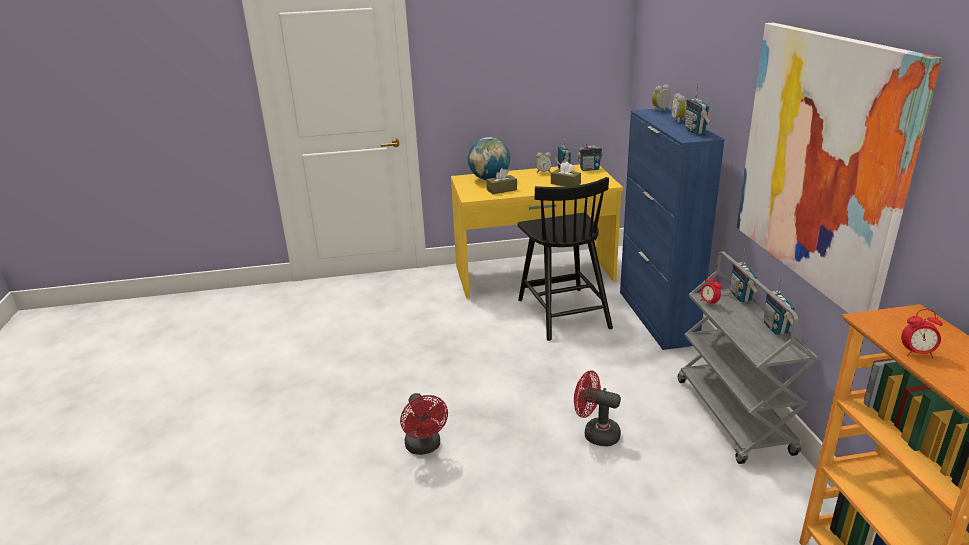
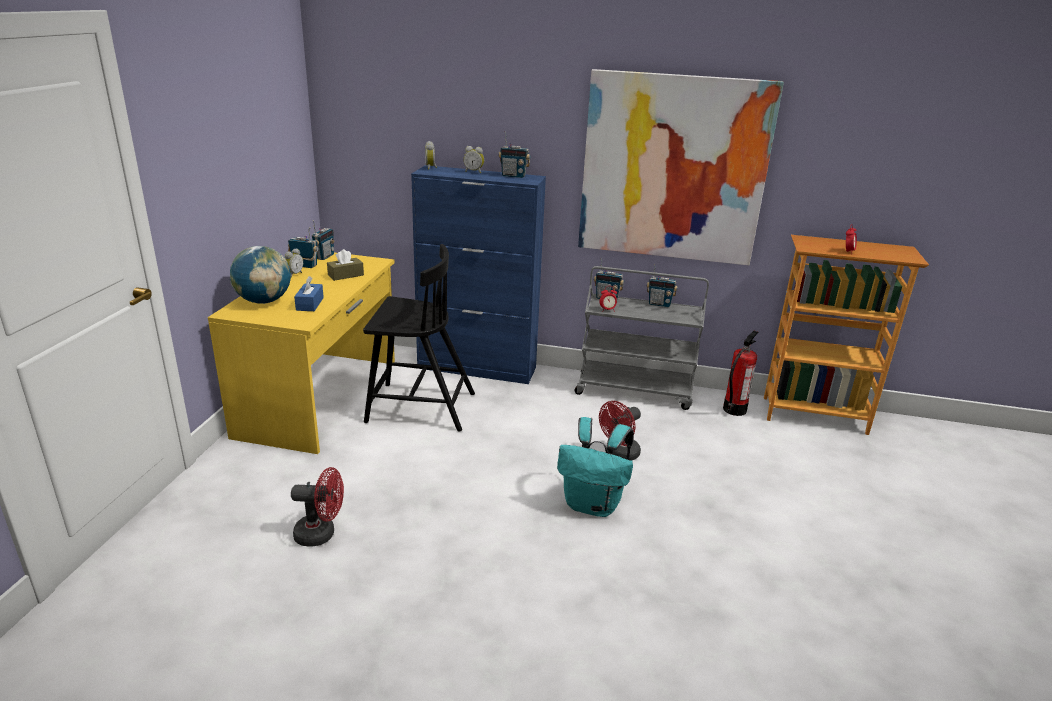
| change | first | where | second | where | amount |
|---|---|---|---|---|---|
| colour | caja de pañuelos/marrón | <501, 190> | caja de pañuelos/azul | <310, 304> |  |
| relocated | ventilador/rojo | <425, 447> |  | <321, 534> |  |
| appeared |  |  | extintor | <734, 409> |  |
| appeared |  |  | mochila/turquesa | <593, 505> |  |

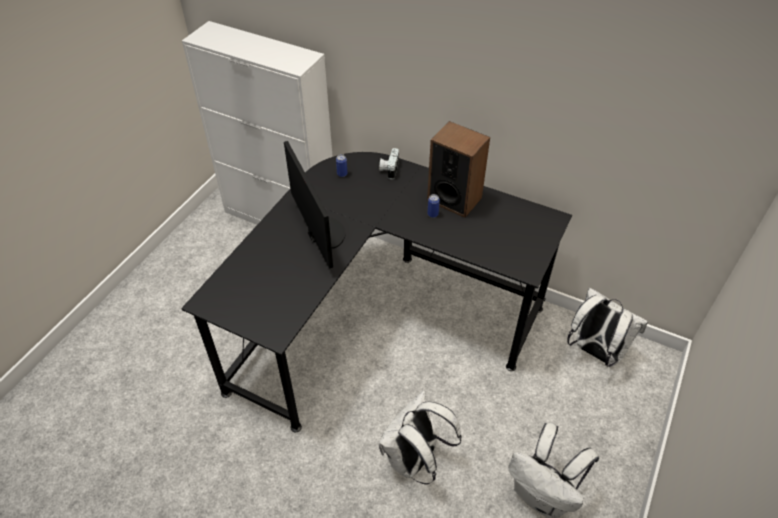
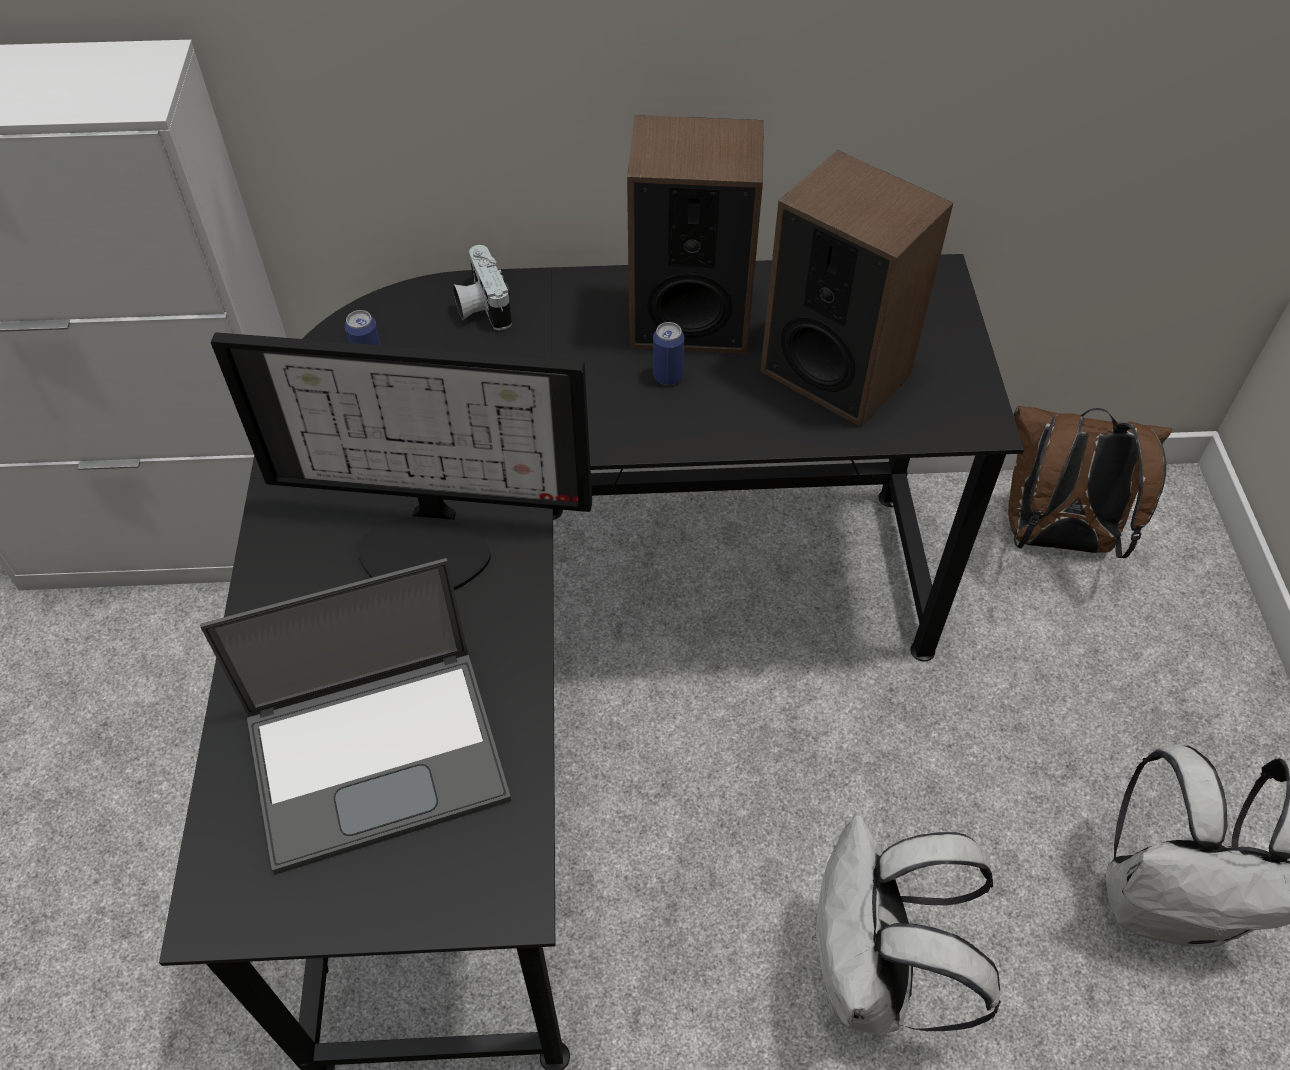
| change | first | where | second | where | amount |
|---|---|---|---|---|---|
| spun | monitor | <322, 233> |  | <429, 543> | 150 degrees clockwise |
| colour | mochila/blanco | <595, 351> | mochila/marrón | <1053, 537> |  |
| appeared |  |  | altavoz | <835, 371> |  |
| appeared |  |  | portátil | <380, 754> |  |

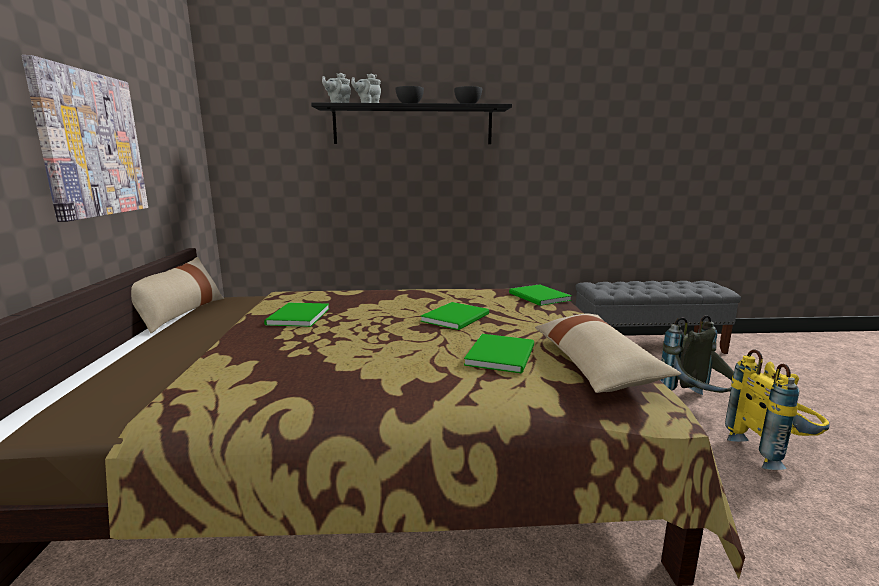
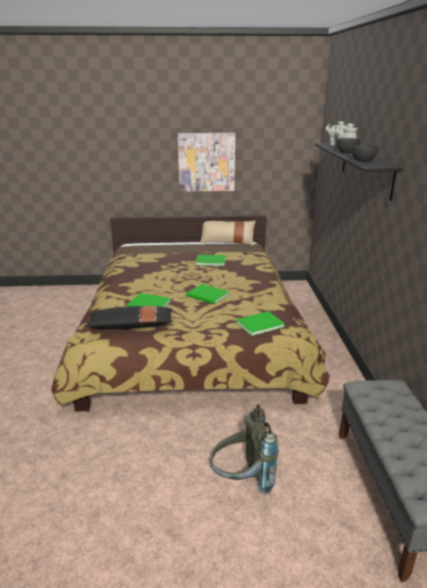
| change | first | where | second | where | amount |
|---|---|---|---|---|---|
| colour | cojín/beis | <594, 365> | cojín/negro | <131, 326> |  |
| missing | mochila/amarillo | <772, 452> |  |  |  |

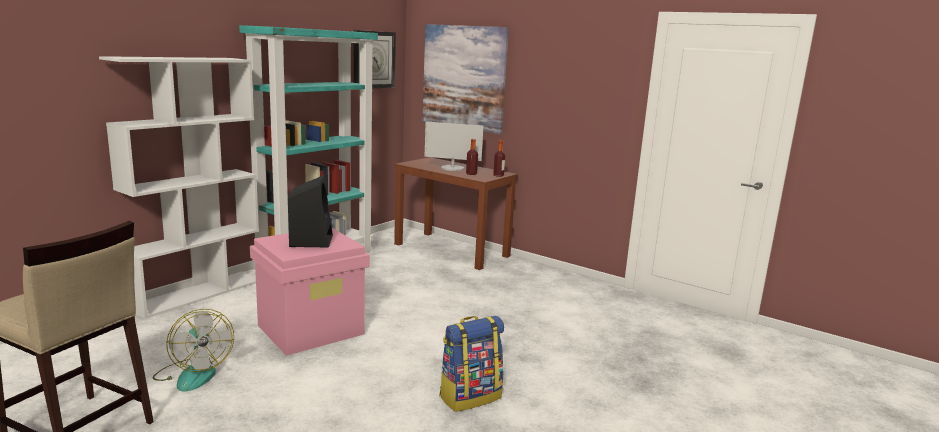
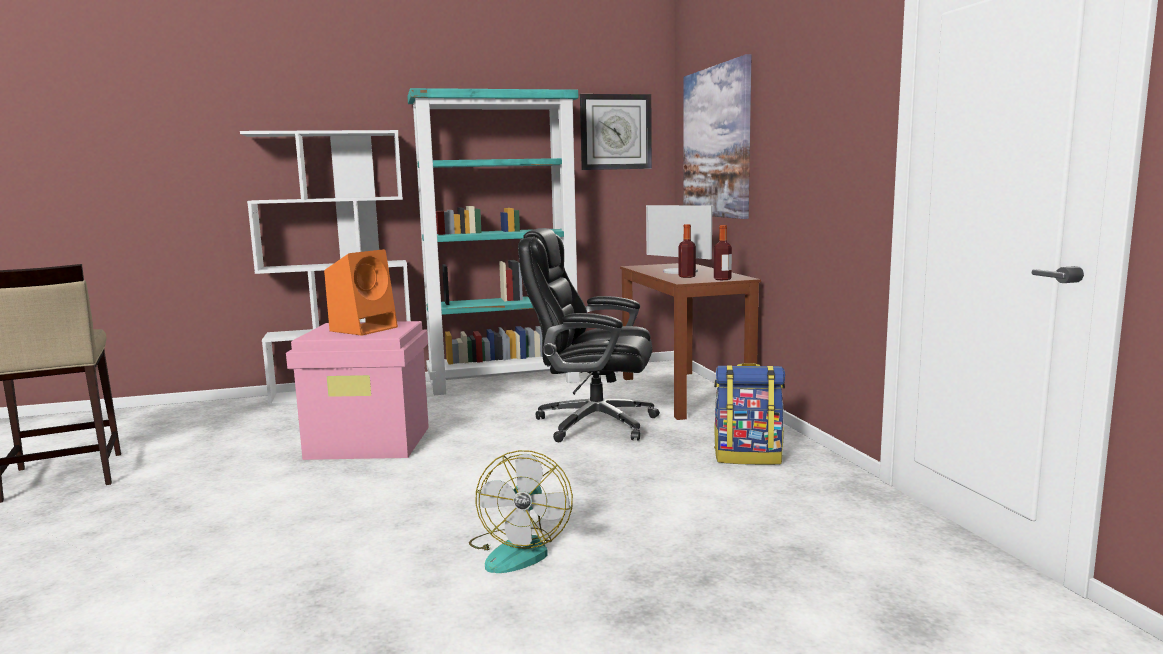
| change | first | where | second | where | amount |
|---|---|---|---|---|---|
| colour | altavoz/negro | <311, 240> | altavoz/naranja | <364, 329> |  |
| relocated | ventilador | <193, 373> |  | <519, 550> |  |
| relocated | mochila | <470, 396> |  | <748, 457> |  |
| appeared |  |  | silla de oficina/negro | <592, 423> |  |

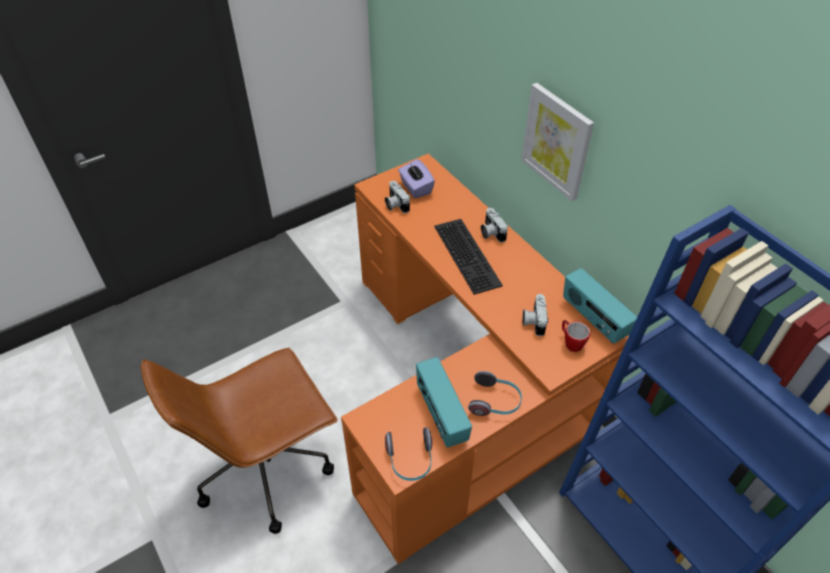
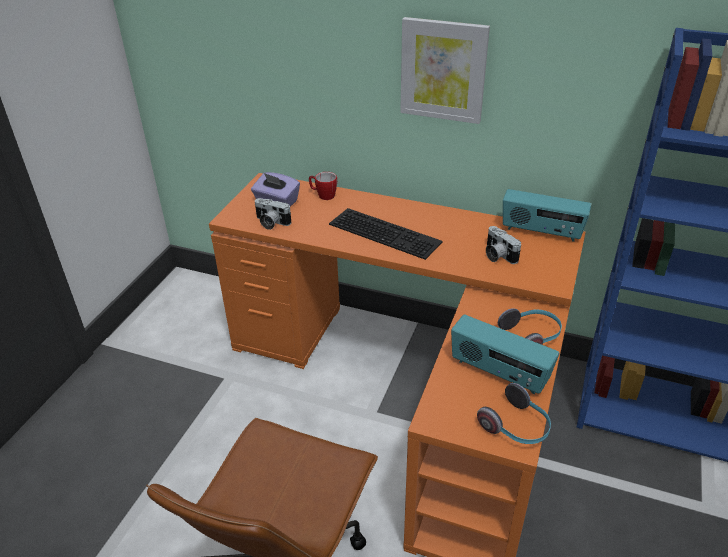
| change | first | where | second | where | amount |
|---|---|---|---|---|---|
| missing | cámara | <491, 232> |  |  |  |
| relocated | taza grande | <571, 342> |  | <323, 195> |  |

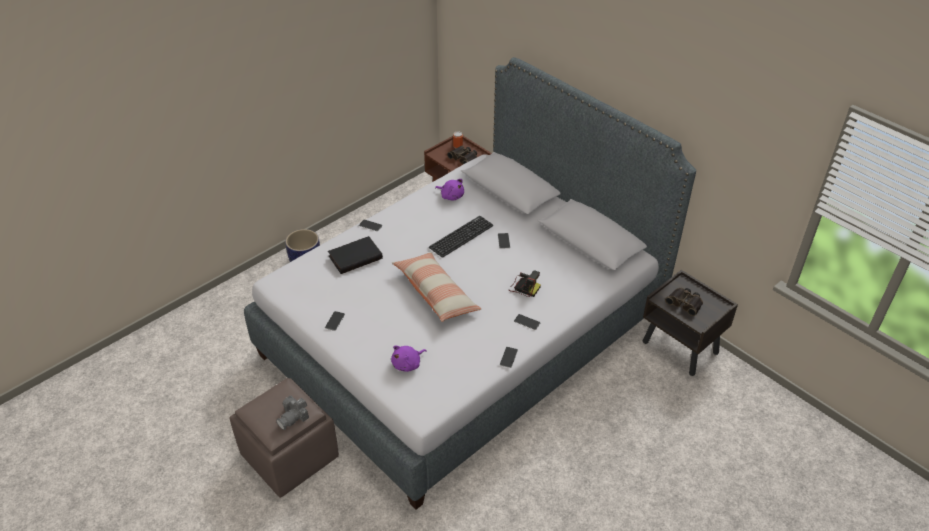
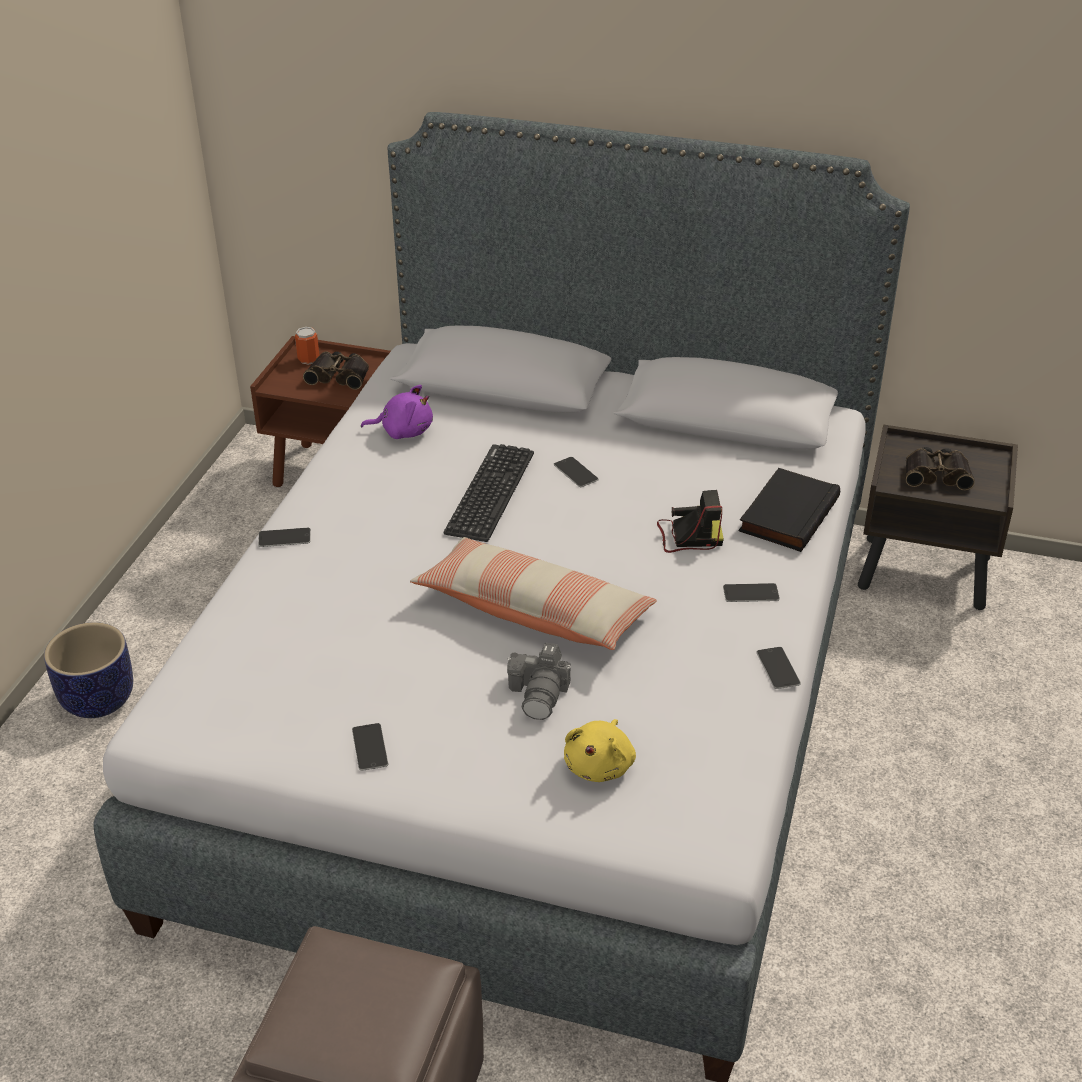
| change | first | where | second | where | amount |
|---|---|---|---|---|---|
| relocated | libro/negro | <355, 256> |  | <787, 514> |  |
| colour | peluche/morado | <408, 364> | peluche/amarillo | <600, 765> |  |
| relocated | cámara | <293, 417> |  | <540, 693> |  |

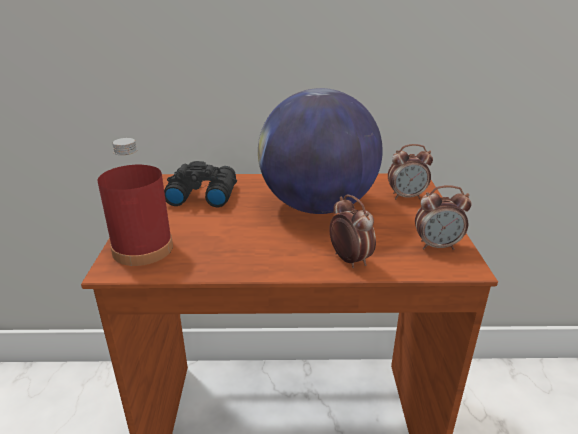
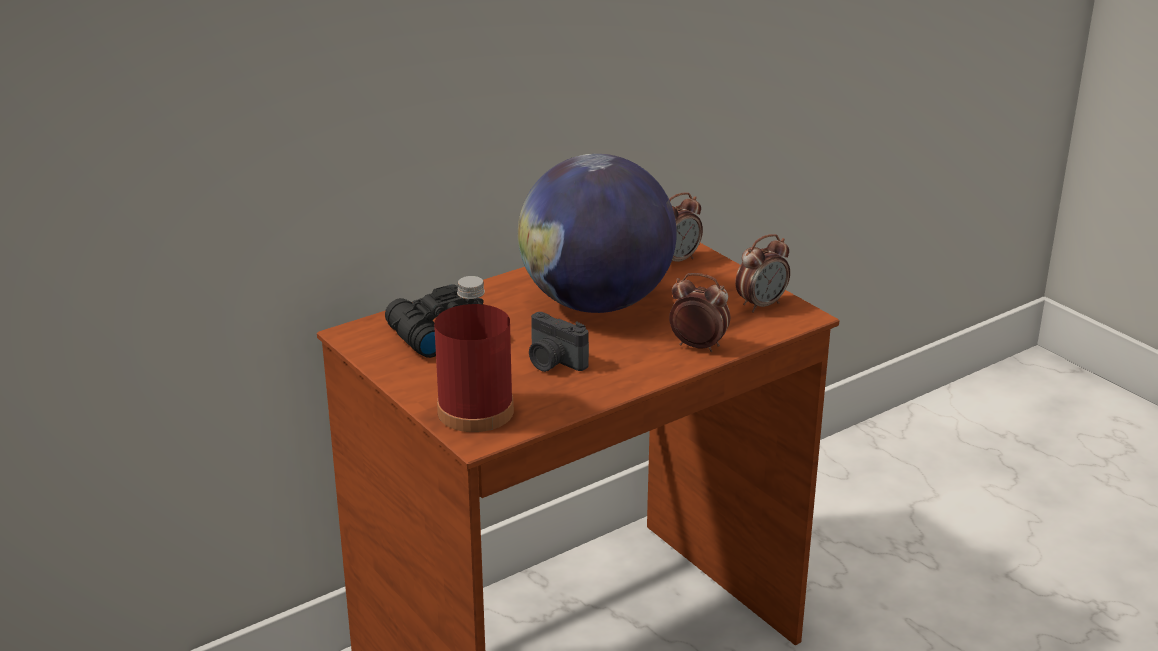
| change | first | where | second | where | amount |
|---|---|---|---|---|---|
| appeared |  |  | cámara | <553, 362> |  |

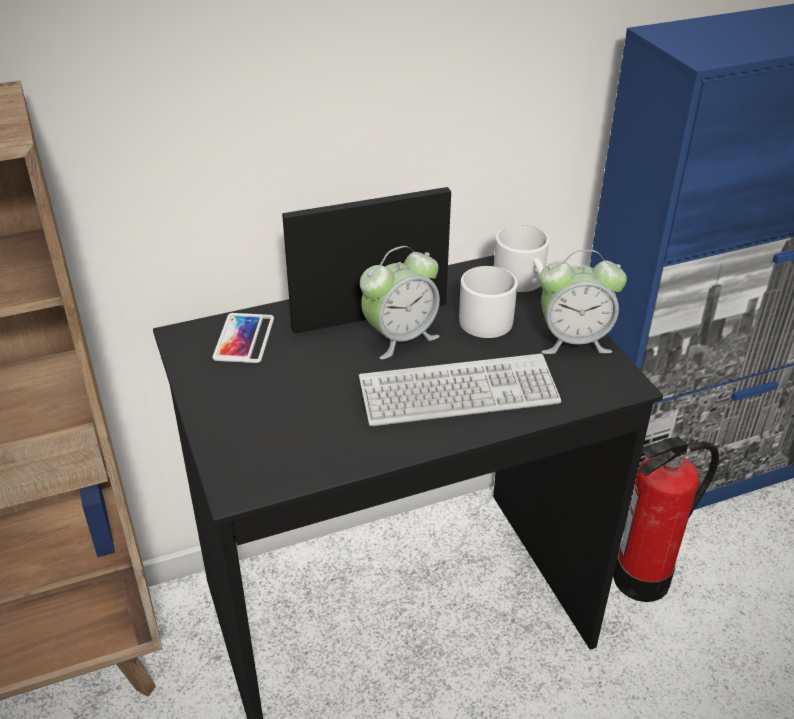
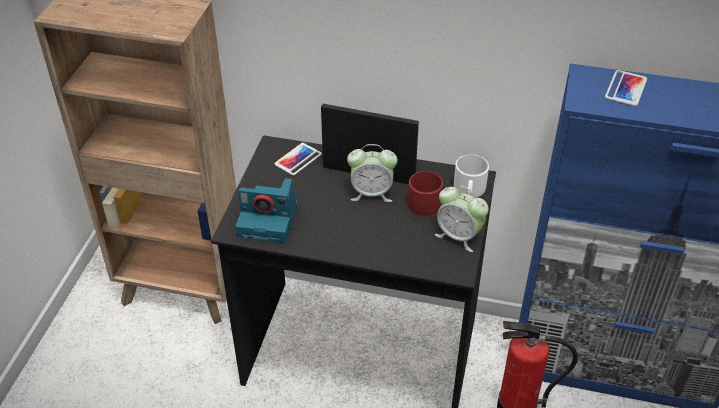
| change | first | where | second | where | amount |
|---|---|---|---|---|---|
| colour | taza grande/blanco | <483, 317> | taza grande/rojo | <425, 201> |  |
| missing | teclado | <458, 393> |  |  |  |
| appeared |  |  | móvil | <626, 88> |  |
| appeared |  |  | cámara | <269, 220> |  |

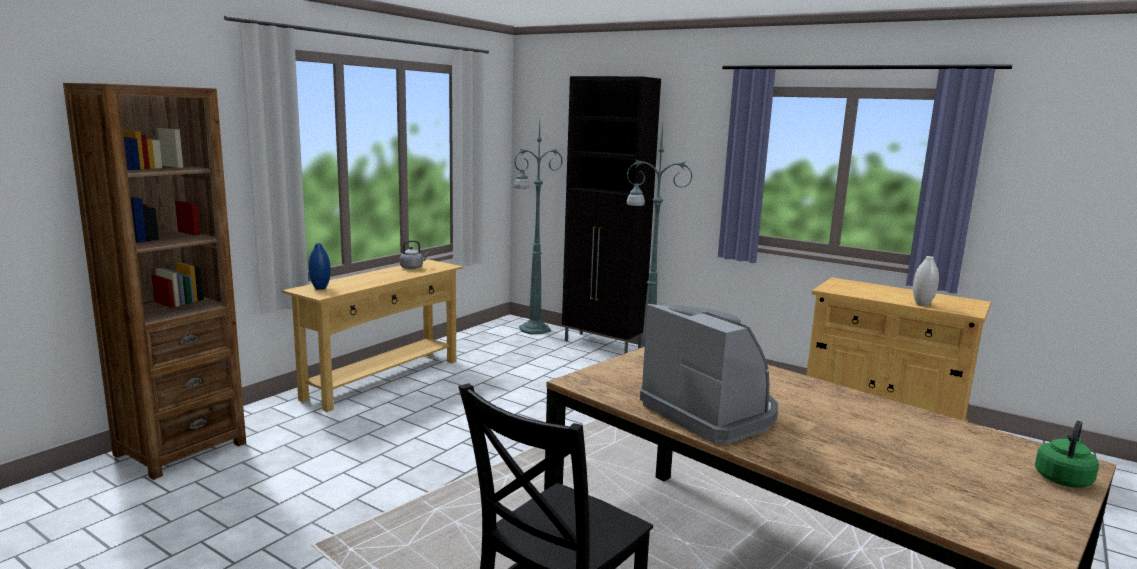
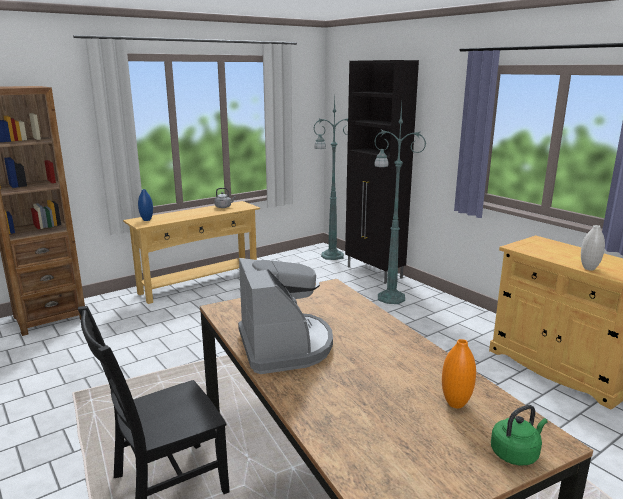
| change | first | where | second | where | amount |
|---|---|---|---|---|---|
| appeared |  |  | florero/naranja | <455, 404> |  |

